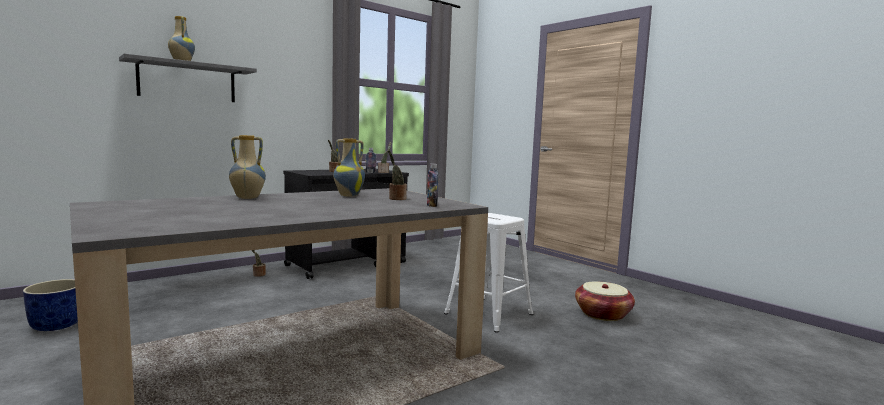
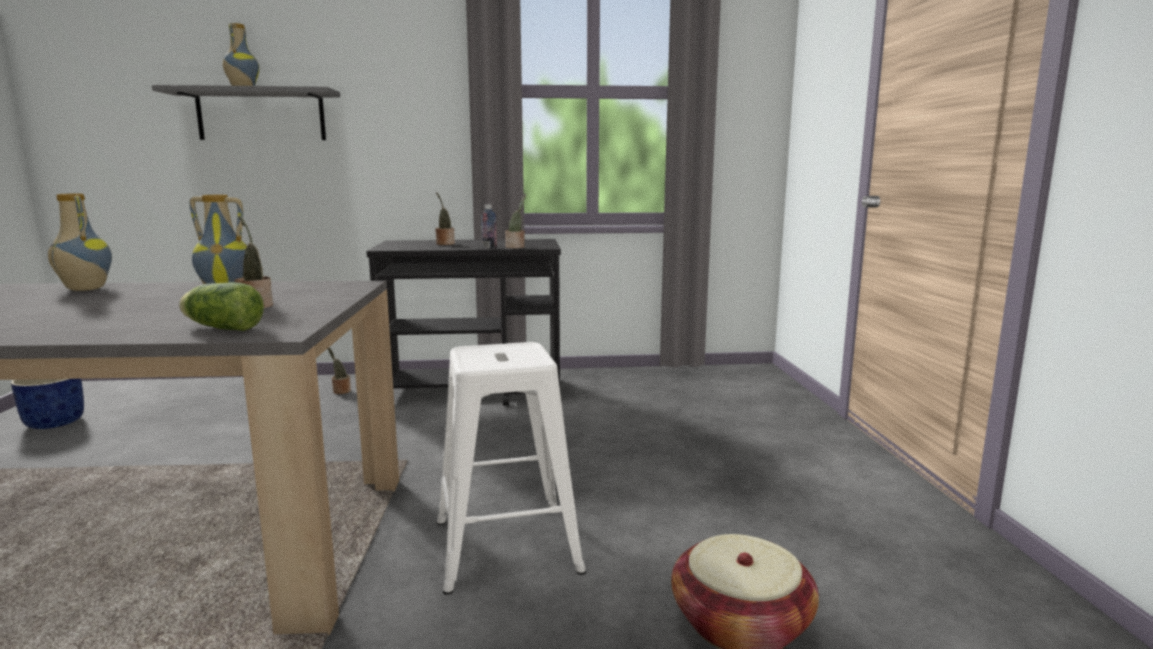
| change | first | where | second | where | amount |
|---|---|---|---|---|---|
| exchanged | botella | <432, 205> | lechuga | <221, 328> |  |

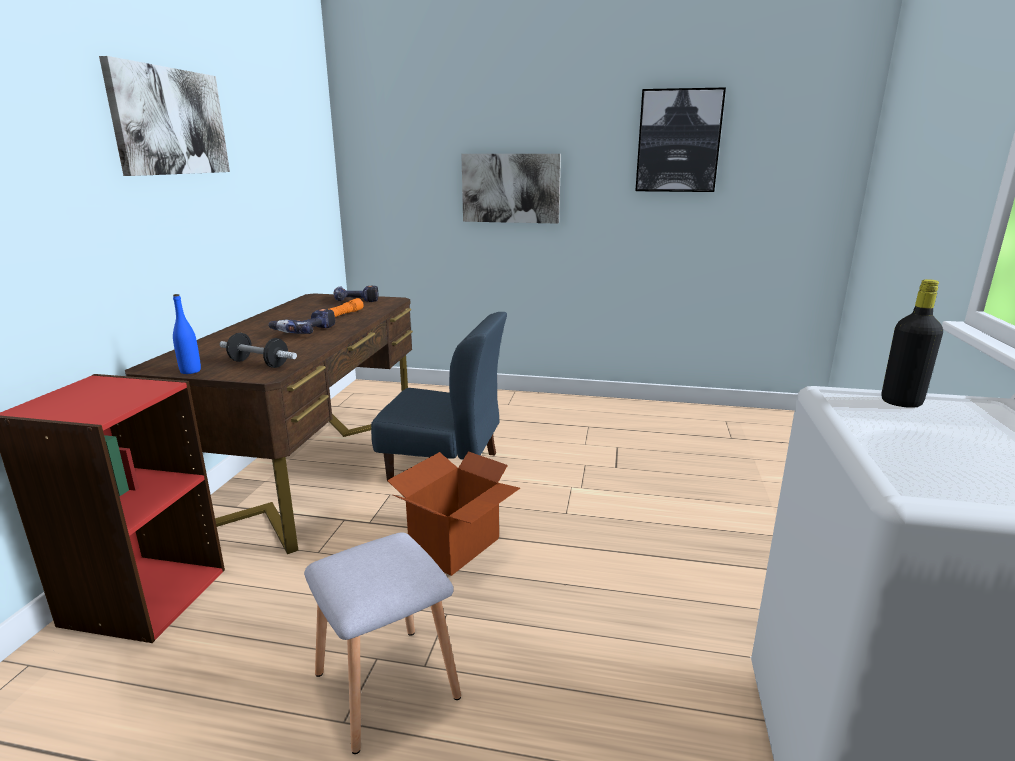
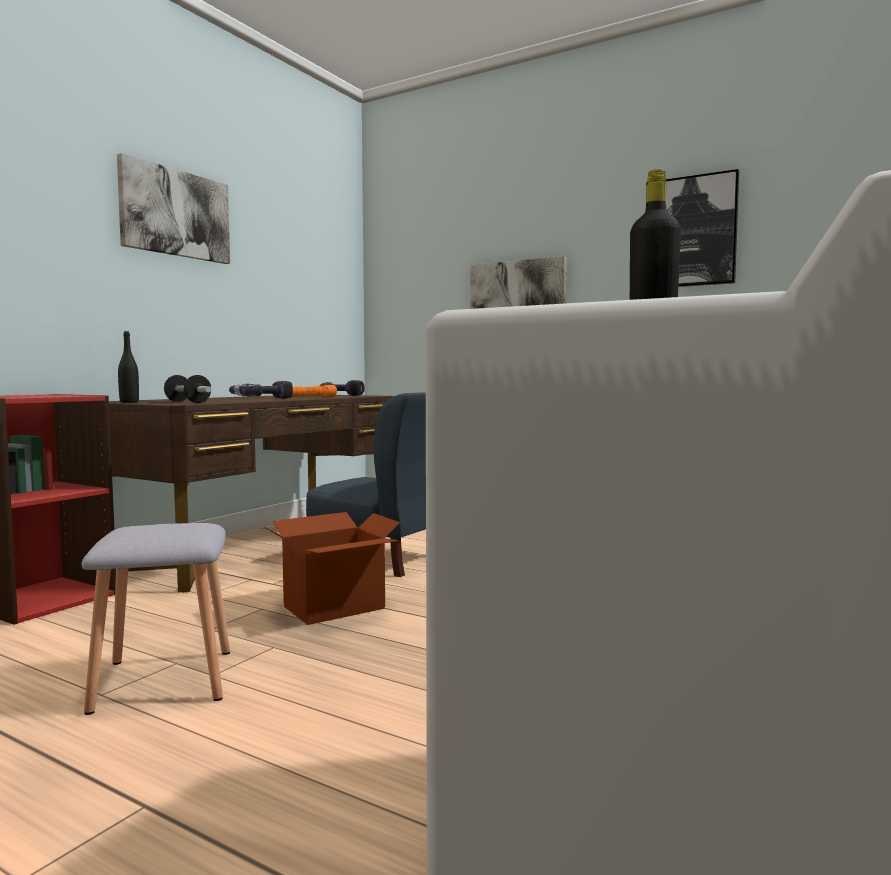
| change | first | where | second | where | amount |
|---|---|---|---|---|---|
| colour | botella/azul | <190, 371> | botella/negro | <129, 402> |  |

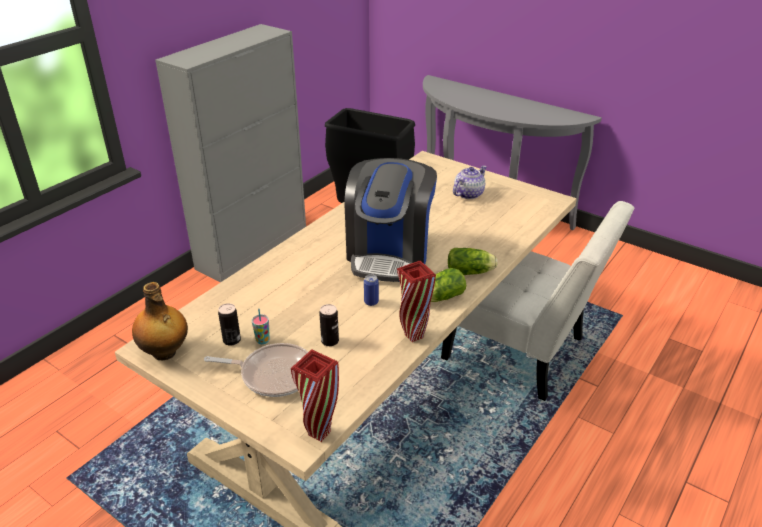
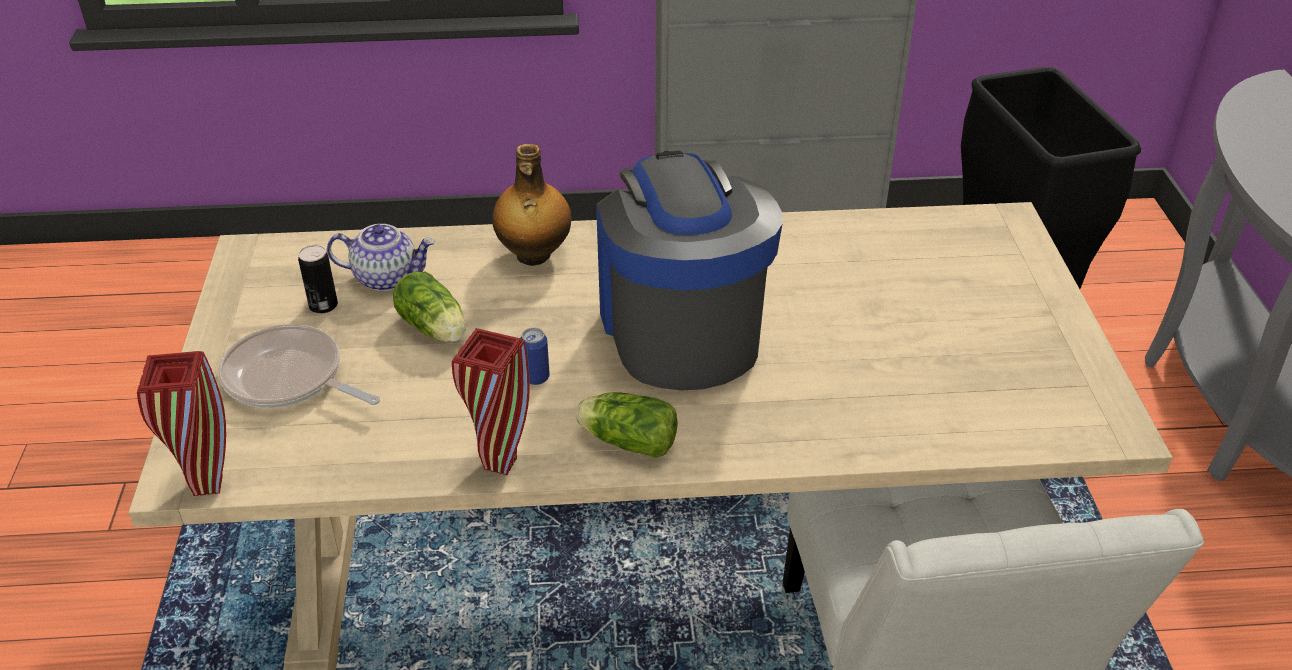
| change | first | where | second | where | amount |
|---|---|---|---|---|---|
| spun | cafetera | <389, 253> |  | <680, 328> | 105 degrees clockwise |
| relocated | tetera | <468, 194> |  | <387, 277> |  |
| relocated | lechuga | <471, 272> |  | <435, 329> |  |
| relocated | botella | <165, 353> |  | <533, 255> |  |
| missing | lata | <330, 341> |  |  |  |
| missing | taza | <262, 340> |  |  |  |
| spun | sartén | <273, 374> |  | <289, 378> | 150 degrees clockwise |

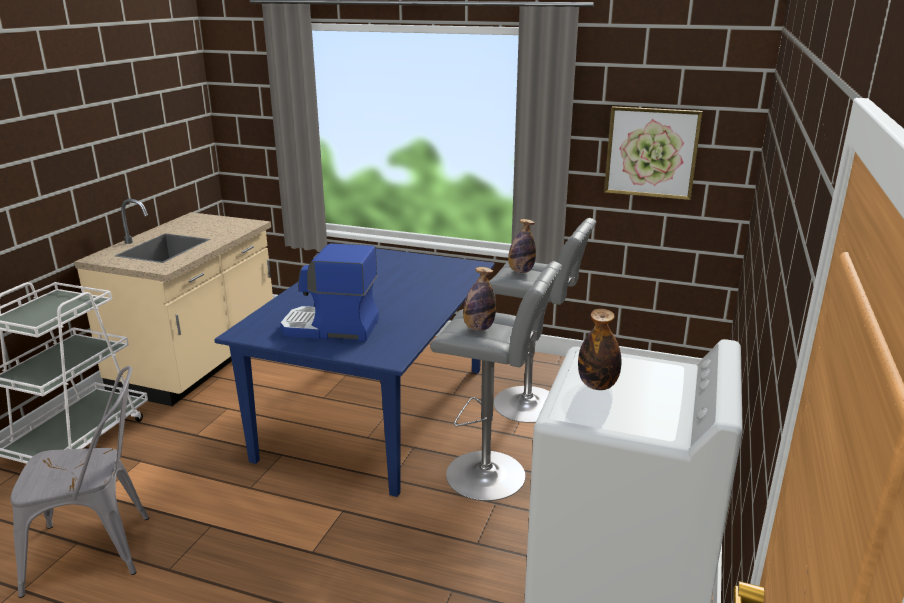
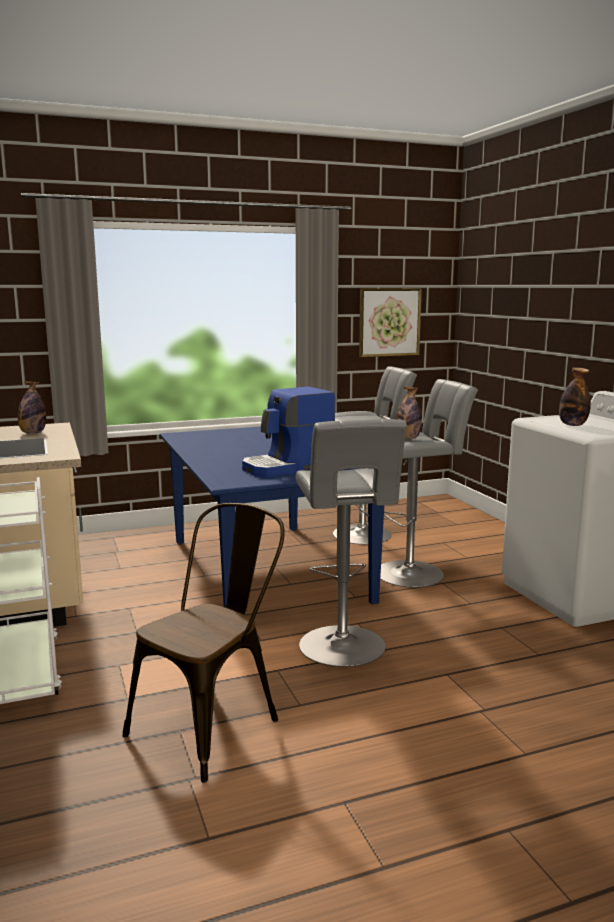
| change | first | where | second | where | amount |
|---|---|---|---|---|---|
| relocated | botella | <521, 271> |  | <33, 433> |  |
| colour | silla/gris | <100, 550> | silla/marrón | <213, 723> |  |
| appeared |  |  | taburete/gris | <344, 648> |  |

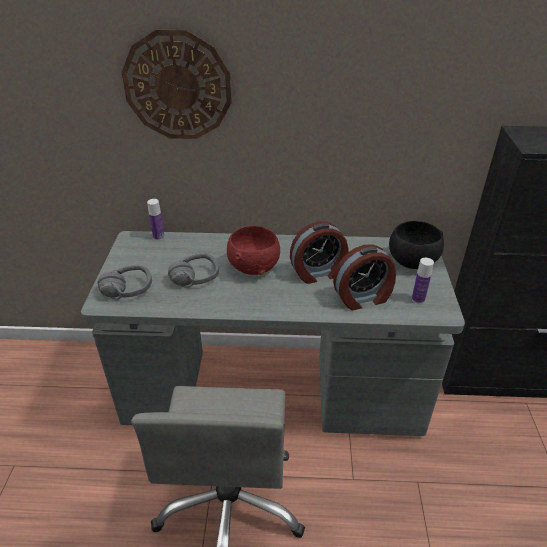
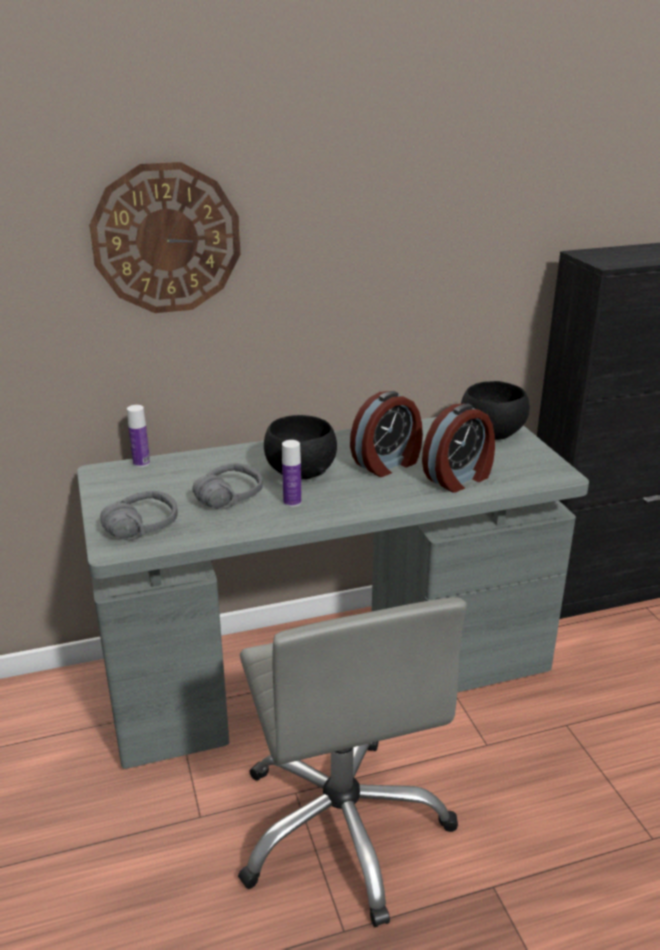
| change | first | where | second | where | amount |
|---|---|---|---|---|---|
| colour | cuenco/rojo | <254, 267> | cuenco/negro | <301, 472> |  |
| relocated | botella | <418, 299> |  | <292, 502> |  |

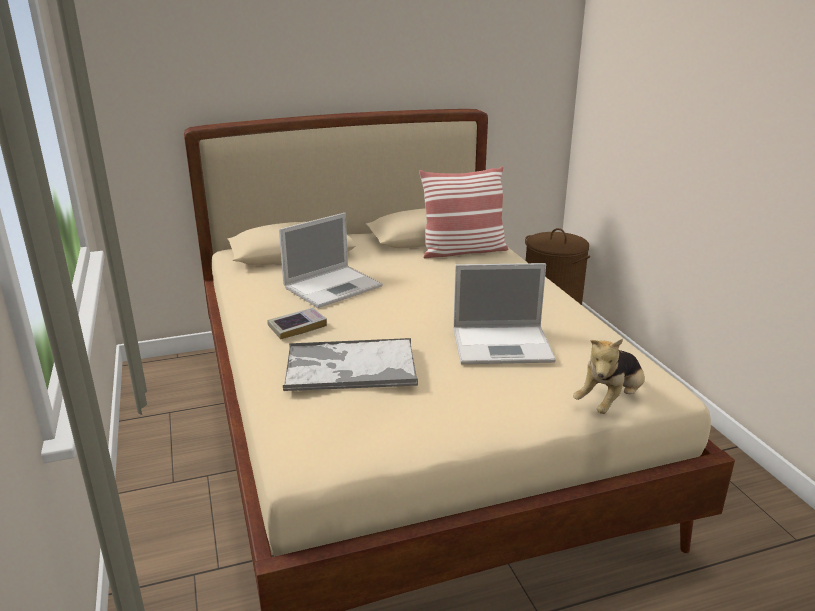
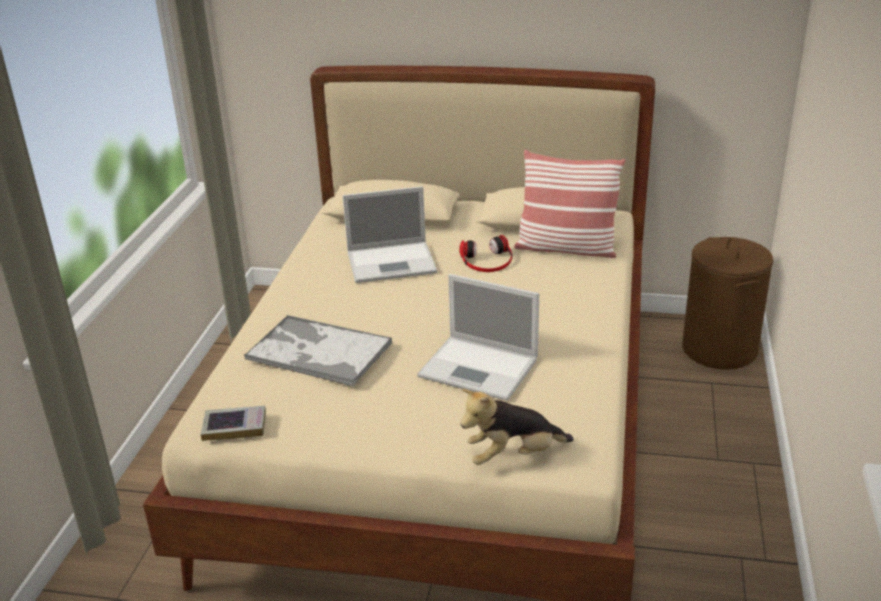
| change | first | where | second | where | amount |
|---|---|---|---|---|---|
| relocated | libro | <297, 327> |  | <234, 427> |  |
| appeared |  |  | auriculares | <487, 261> |  |

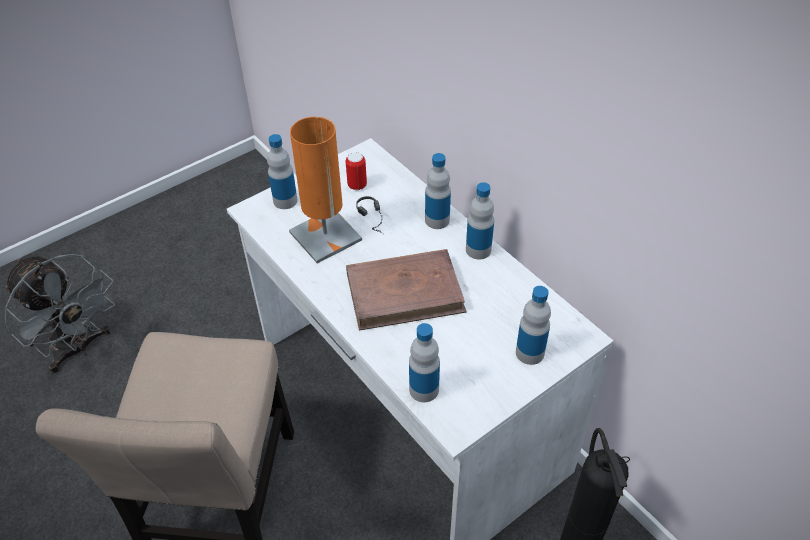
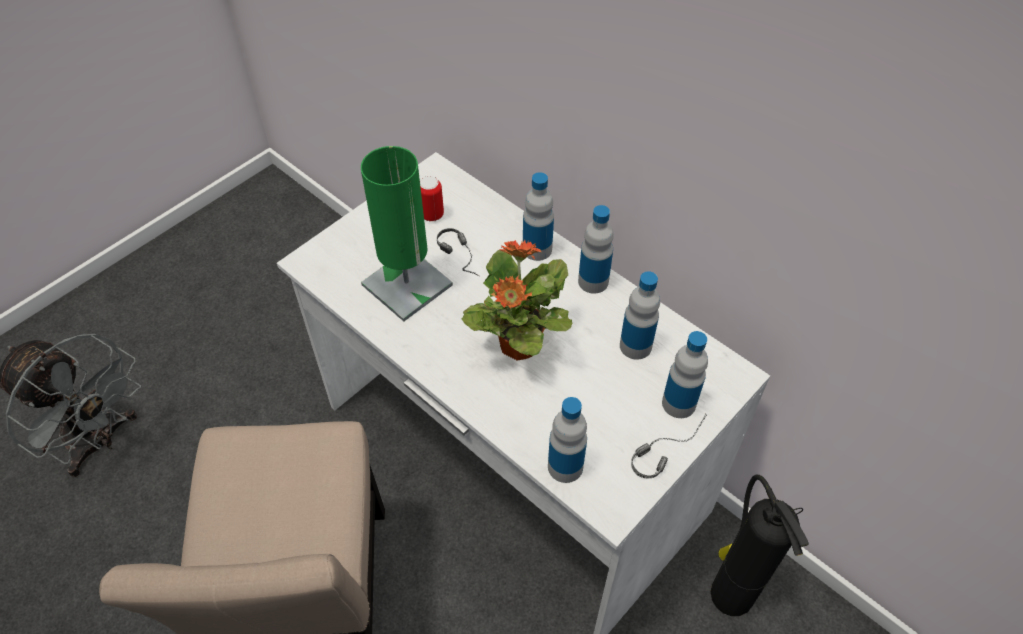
| change | first | where | second | where | amount |
|---|---|---|---|---|---|
| colour | lámpara de mesa/naranja | <325, 236> | lámpara de mesa/verde | <407, 285> |  |
| relocated | botella | <285, 201> |  | <635, 346> |  |
| exchanged | libro/marrón | <405, 293> | planta en maceta | <518, 346> |  |
| appeared |  |  | auriculares | <665, 446> |  |

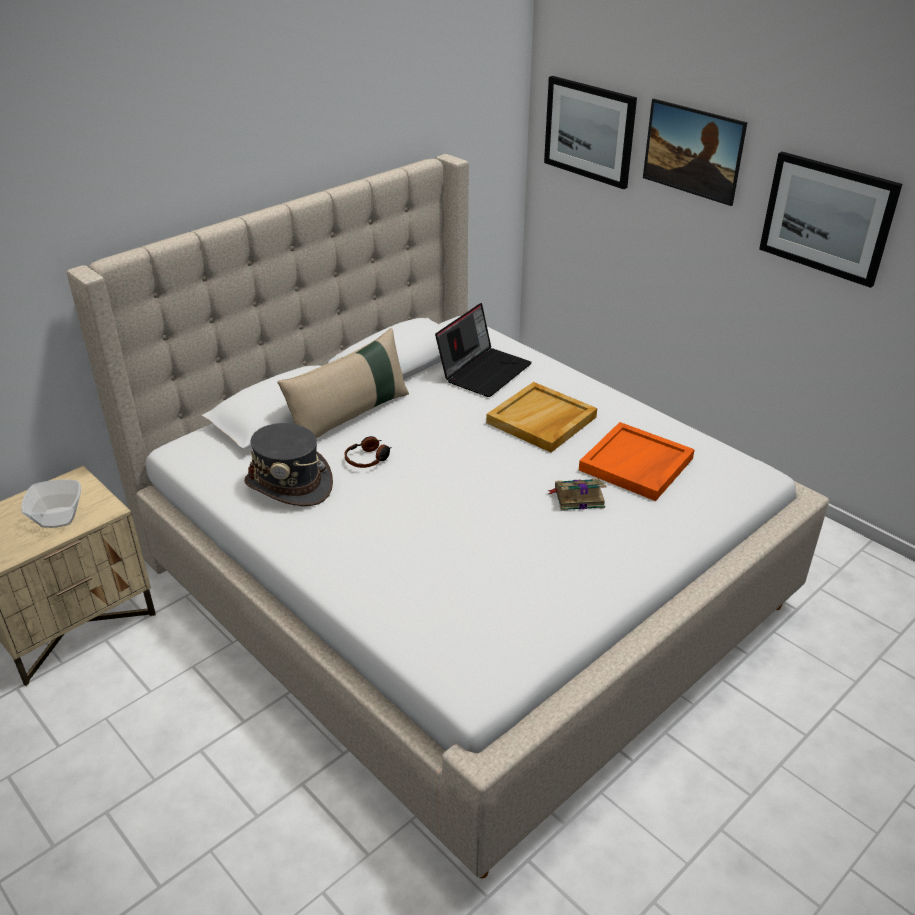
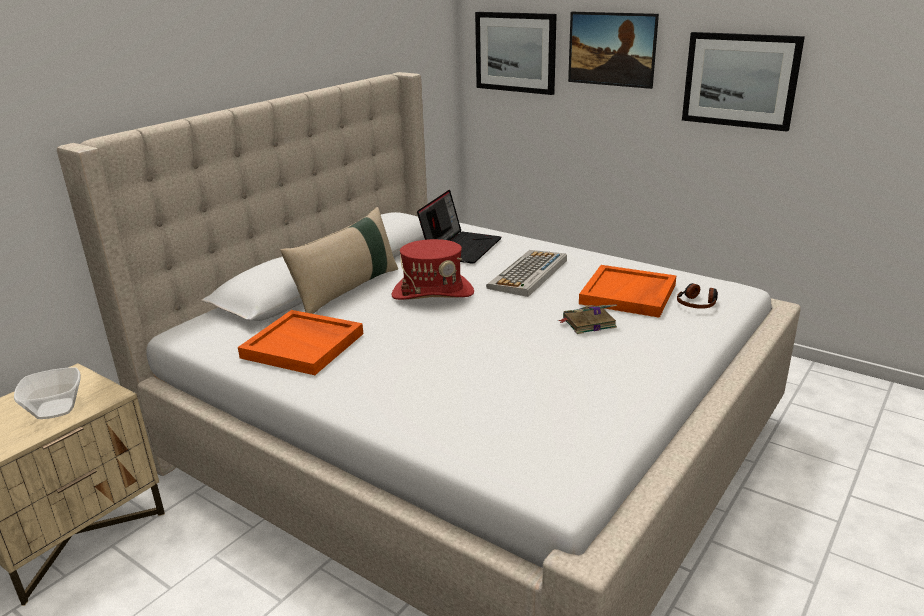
| change | first | where | second | where | amount |
|---|---|---|---|---|---|
| exchanged | bandeja/beis | <541, 421> | teclado | <528, 274> |  |
| exchanged | sombrero/gris | <289, 484> | bandeja/naranja | <304, 345> |  |
| relocated | auriculares | <368, 459> |  | <697, 303> |  |
| appeared |  |  | sombrero/rojo | <433, 293> |  |

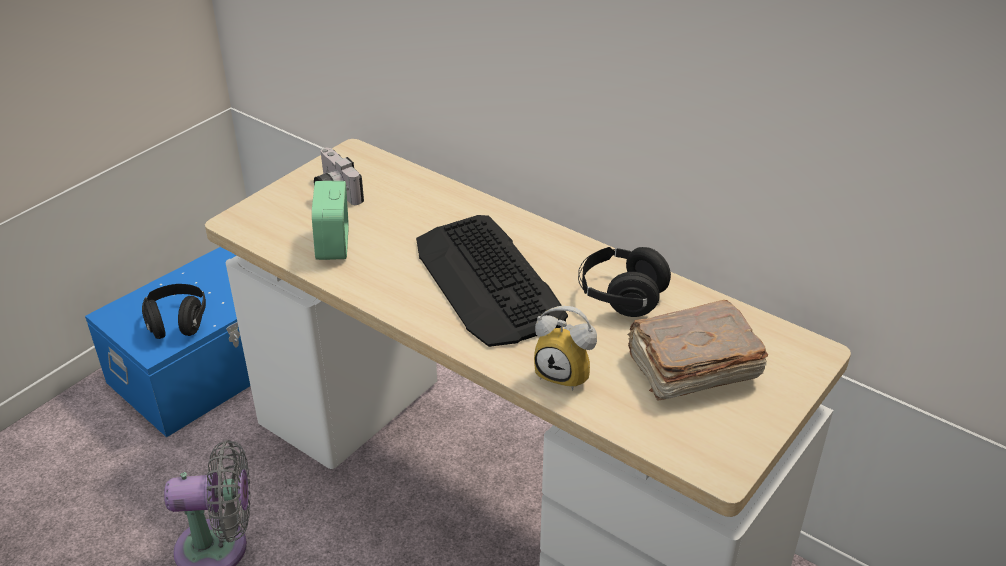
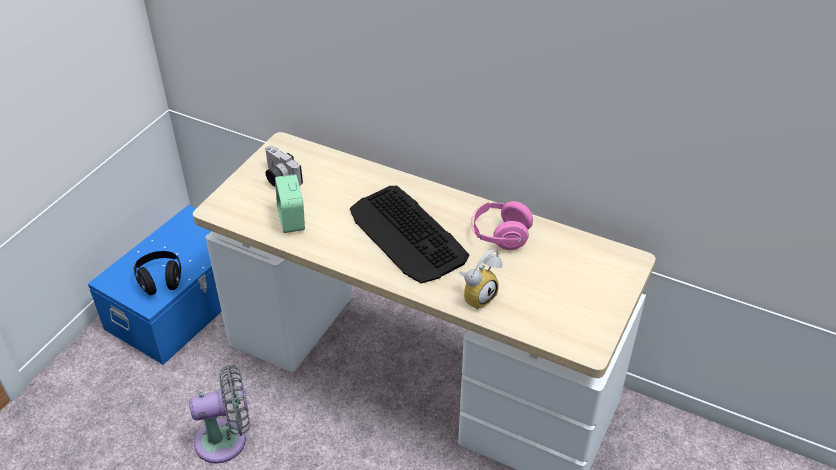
| change | first | where | second | where | amount |
|---|---|---|---|---|---|
| colour | auriculares/negro | <620, 297> | auriculares/rosa | <500, 236> |  |
| missing | libro/marrón | <691, 367> |  |  |  |
| spun | despertador | <567, 373> |  | <477, 295> | 60 degrees counterclockwise |

